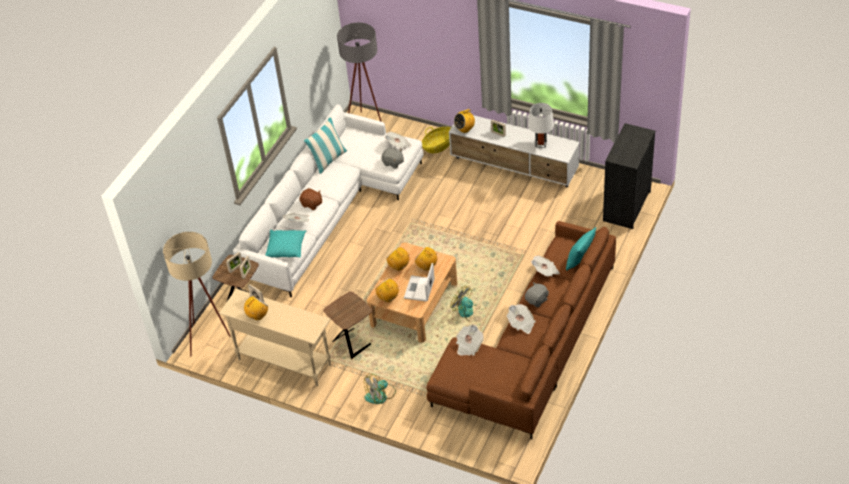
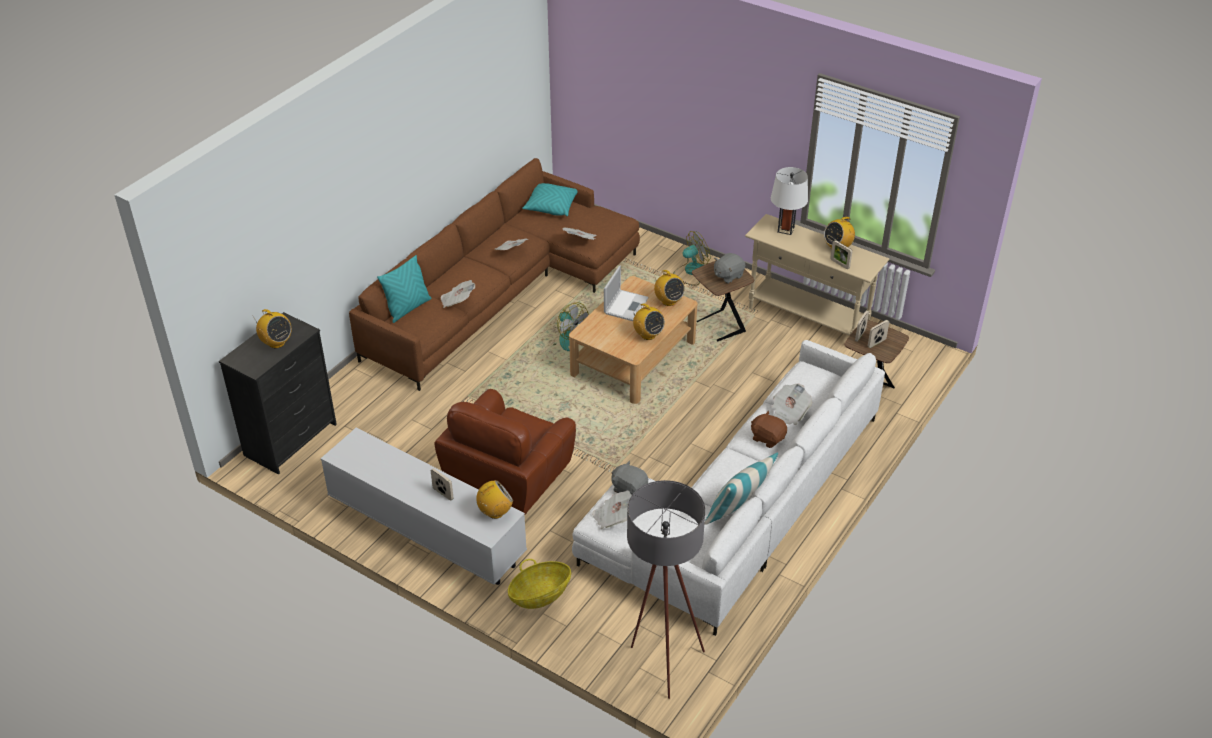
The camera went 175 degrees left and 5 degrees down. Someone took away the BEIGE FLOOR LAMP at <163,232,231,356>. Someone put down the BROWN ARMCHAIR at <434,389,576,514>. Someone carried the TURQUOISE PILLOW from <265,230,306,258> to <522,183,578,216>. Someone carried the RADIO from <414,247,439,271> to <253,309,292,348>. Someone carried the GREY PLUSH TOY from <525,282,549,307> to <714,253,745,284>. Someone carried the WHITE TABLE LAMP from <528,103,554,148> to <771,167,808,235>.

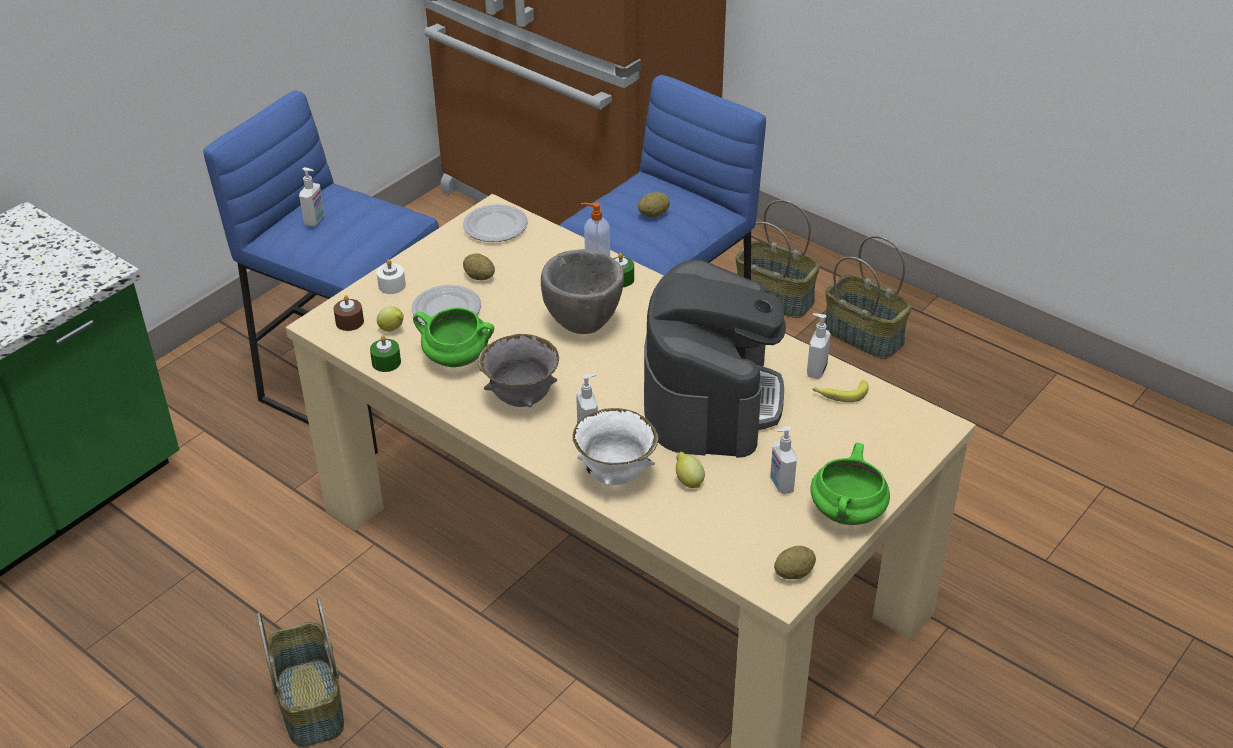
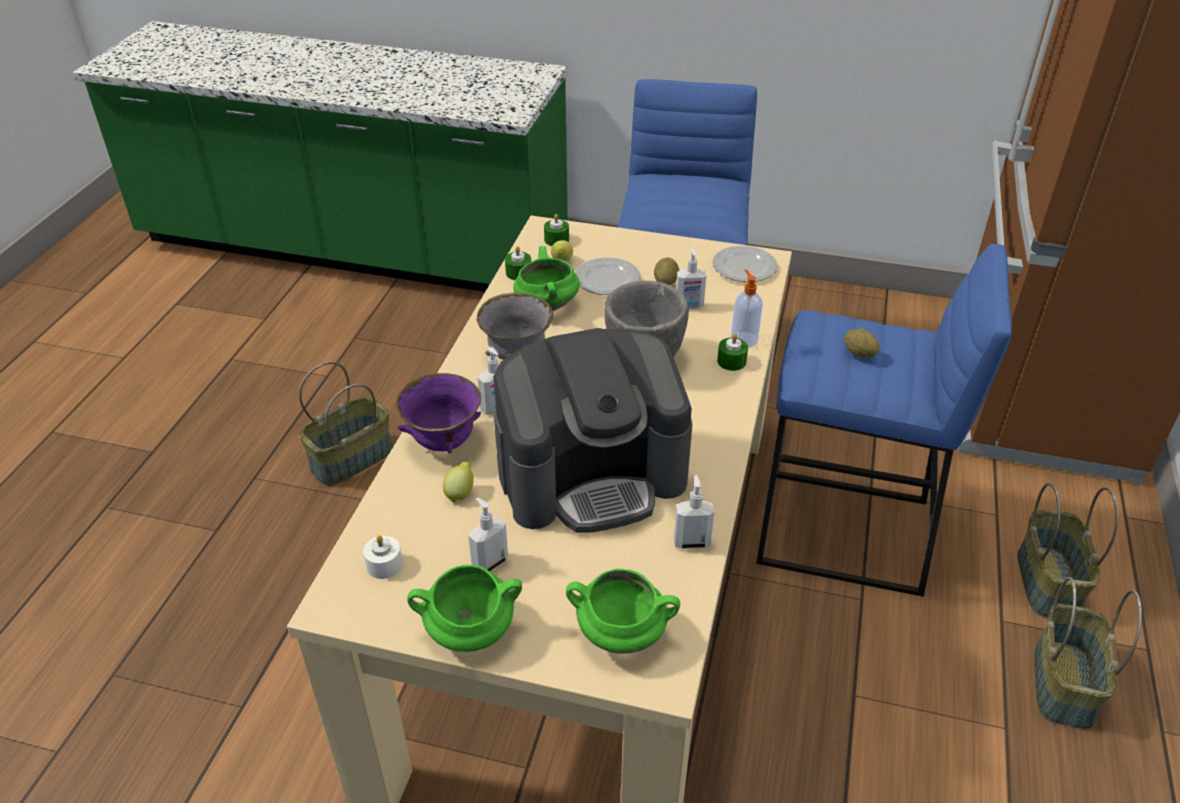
The camera went 65 degrees right and 0 degrees up. Someone took away the POTATO at <774,546,816,579>. Someone took away the BANANA at <812,380,869,402>. Someone put down the GREEN COOKING POT at <566,569,680,654>. Someone carried the SOAP DISPENSER from <299,167,324,227> to <676,248,706,309>. Someone carried the WHITE CANDLE from <377,259,406,294> to <363,535,403,579>. Someone repainted the BROWN CANDLE at <333,295,364,331>, which became the GREEN CANDLE at <544,214,569,246>. Someone repainted the WHITE BOWL at <573,408,659,486>, which became the PURPLE BOWL at <396,373,481,453>.

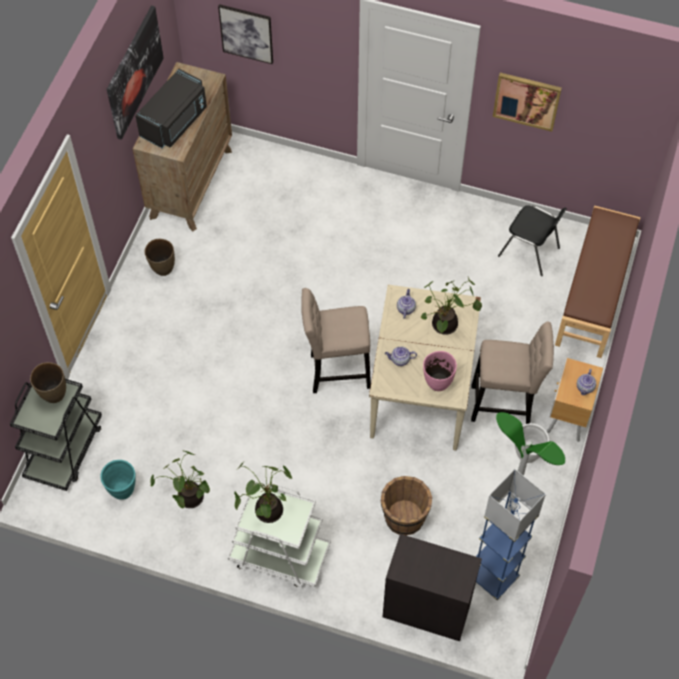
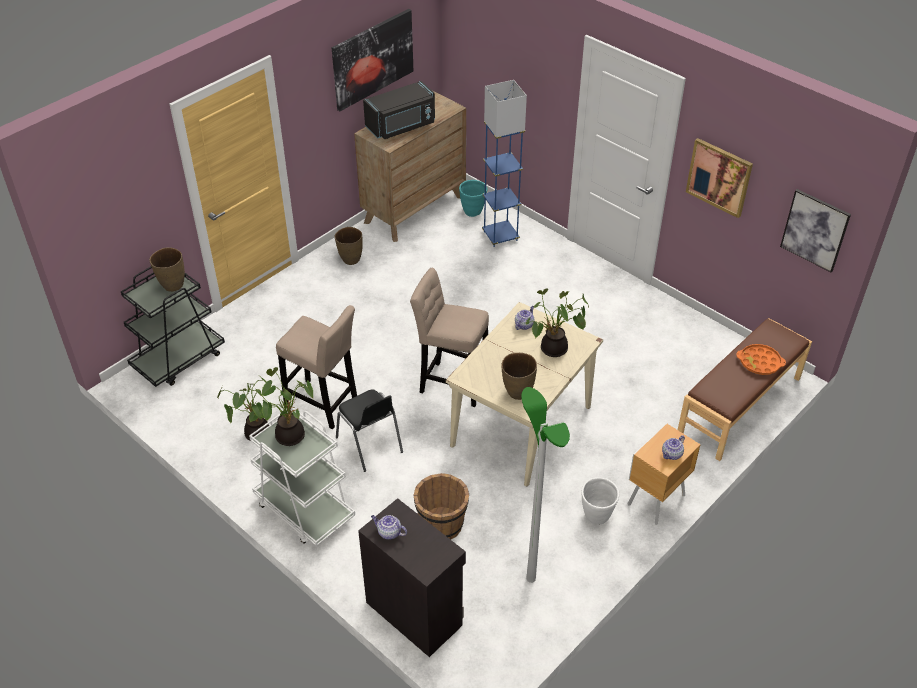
The camera went 25 degrees right and 15 degrees down. Someone put down the ORANGE TRAY at <736,344,786,375>. Someone carried the TURQUOISE PLANTER from <101,460,136,500> to <459,180,487,217>. Someone carried the PICTURE from <218,4,273,64> to <780,189,851,272>. Someone carried the TEAPOT from <385,346,417,366> to <371,515,407,540>. Someone carried the BEIGE STOOL from <471,322,554,424> to <276,305,357,429>. Someone carried the BLUE FLOOR LAMP from <476,469,546,600> to <482,80,527,247>. Someone carried the BLACK CHAIR from <498,205,567,276> to <336,389,403,472>. Someone repainted the PINK VASE at <423,351,457,391>, which became the BROWN VASE at <501,353,537,400>.

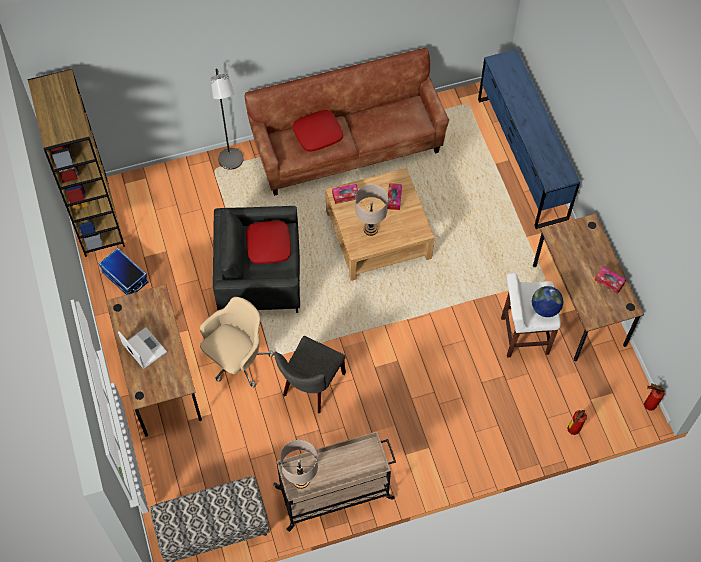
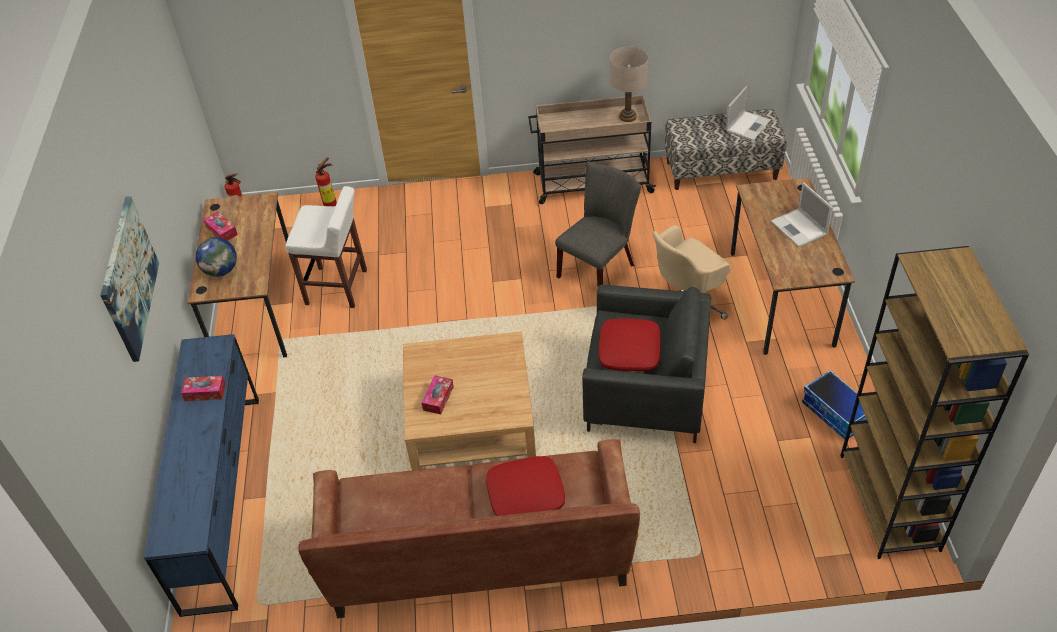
The camera went 165 degrees left and 15 degrees down. Someone took away the GREY FLOOR LAMP at <210,68,244,170>. Someone took away the BEIGE TABLE LAMP at <355,184,388,236>. Someone put up the PICTURE at <100,196,159,362>. Someone put down the LAPTOP at <725,86,771,141>. Someone carried the TISSUE BOX from <332,184,358,204> to <181,376,226,401>. Someone carried the GLOBE from <532,286,563,317> to <196,237,237,277>.

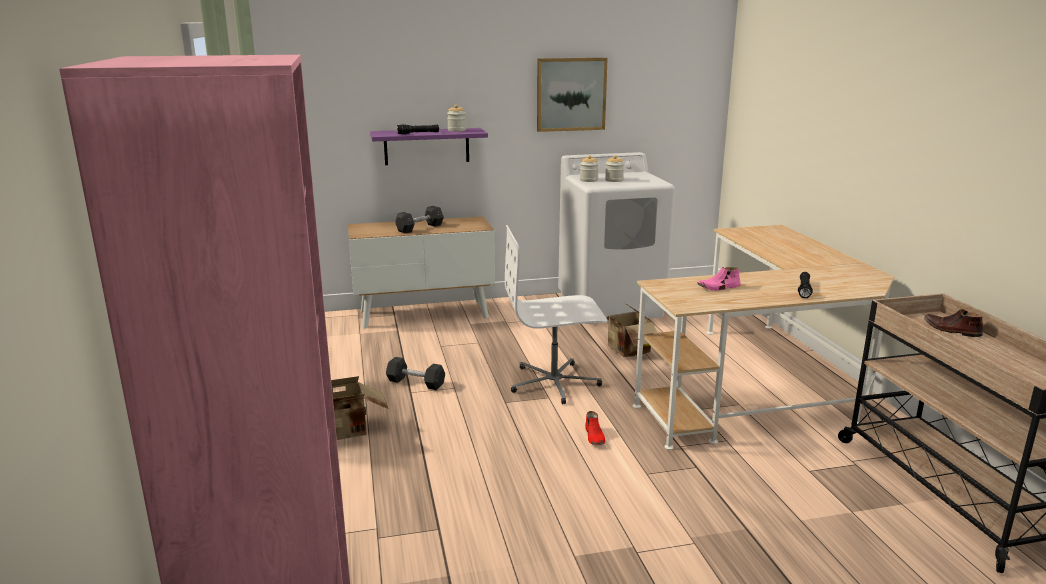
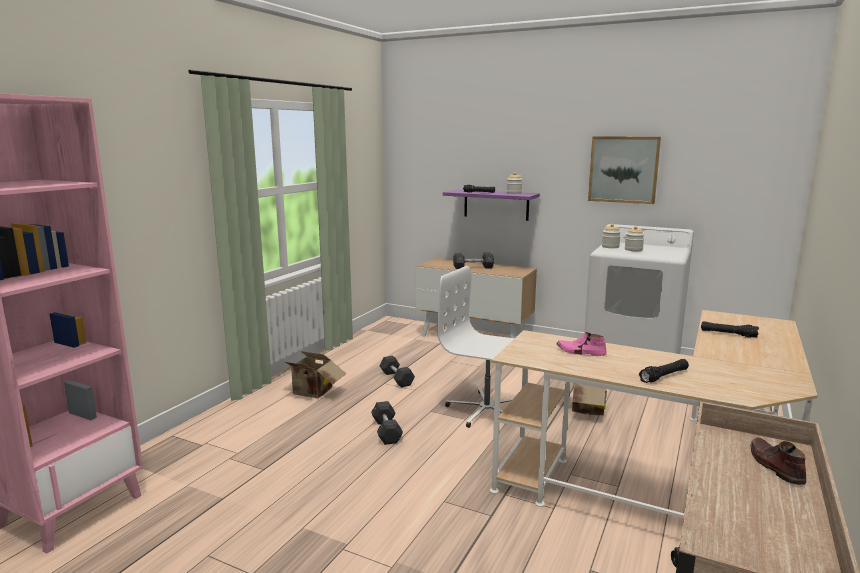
The camera went 40 degrees right and 5 degrees down. Someone took away the RED SHOE at <585,411,605,445>. Someone put down the GREY DUMBBELL at <371,401,403,445>. Someone put down the BLACK FLASHLIGHT at <701,321,759,338>.

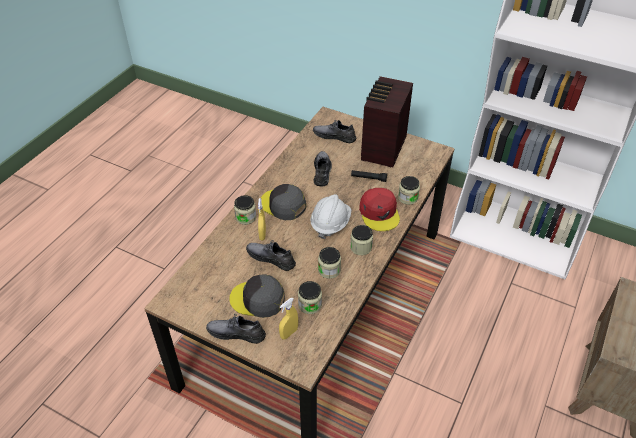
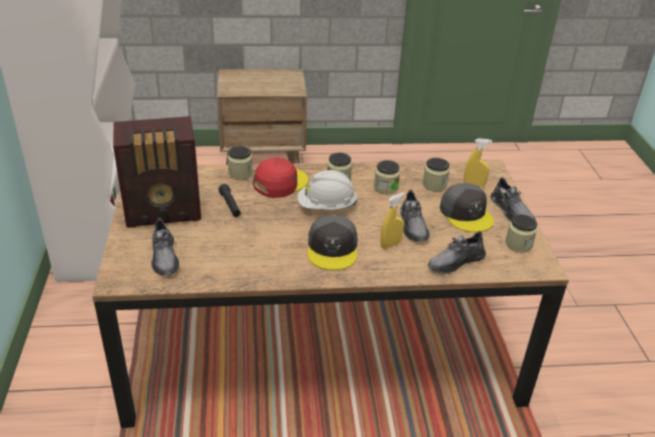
The camera went 125 degrees left and 10 degrees down. Someone carried the JAR from <234,195,256,225> to <505,214,537,253>. Someone carried the GREY SHOE from <314,151,332,186> to <428,231,486,273>.

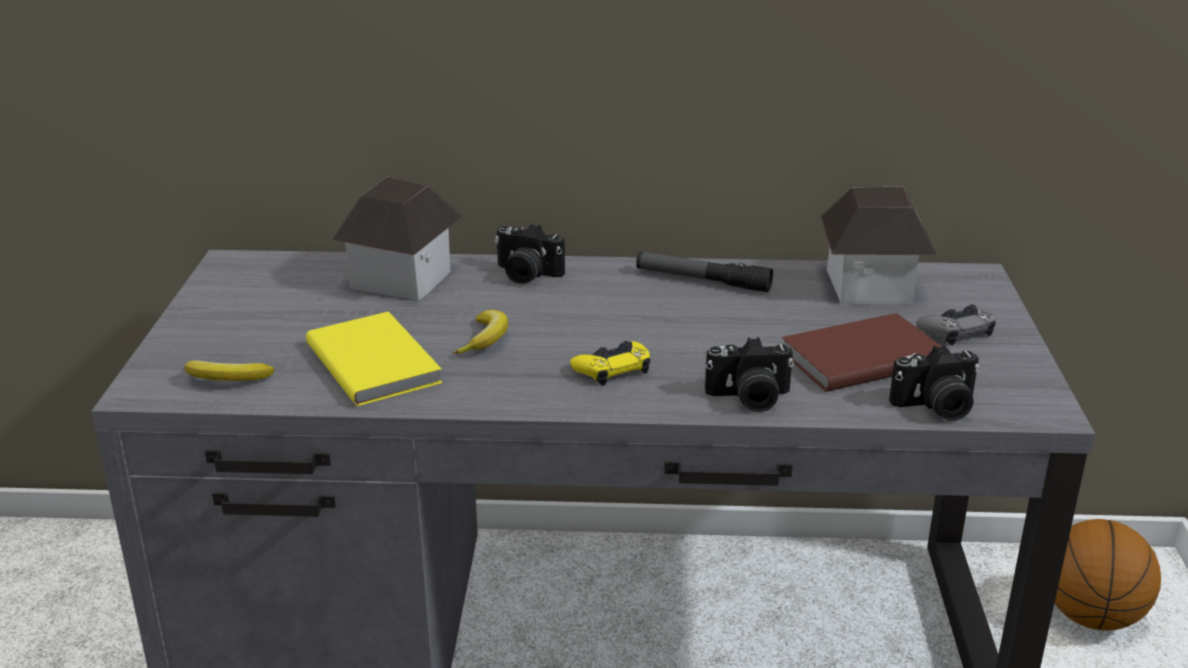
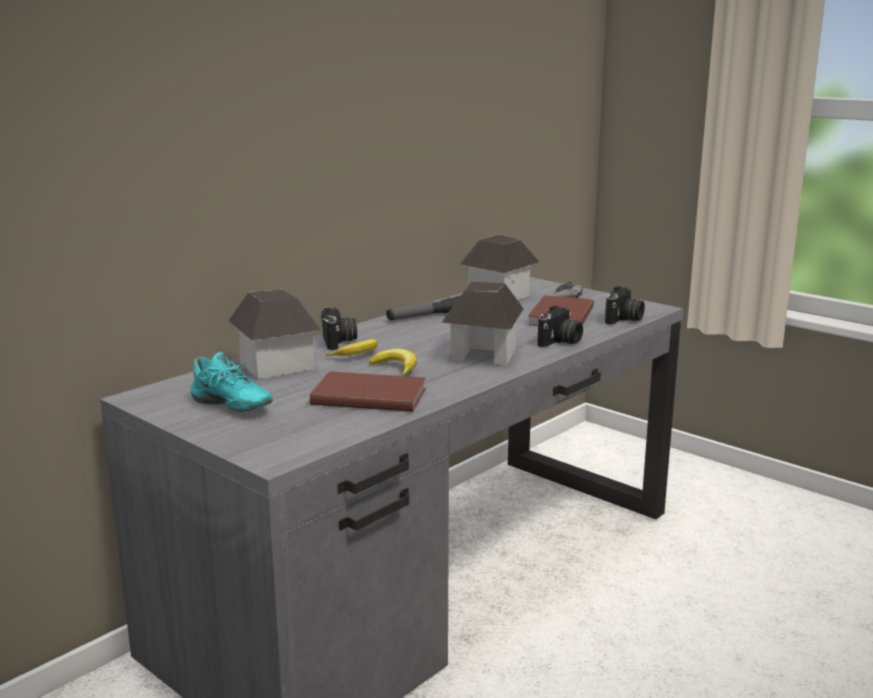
The camera went 50 degrees left and 10 degrees down. Someone took away the BASKETBALL at <1055,519,1161,631>. Someone put down the TURQUOISE SHOE at <190,351,273,412>. Someone carried the BANANA from <185,361,274,381> to <326,339,378,356>. Someone swapped the YELLOW GAME CONTROLLER at <570,341,650,386> for the TOY HOUSE at <442,282,524,366>. Someone repainted the YELLOW BOOK at <306,311,443,406>, which became the BROWN BOOK at <310,371,426,412>. Someone rotated the PHOTO CAMERA at <495,224,565,284> by 75 degrees counterclockwise.

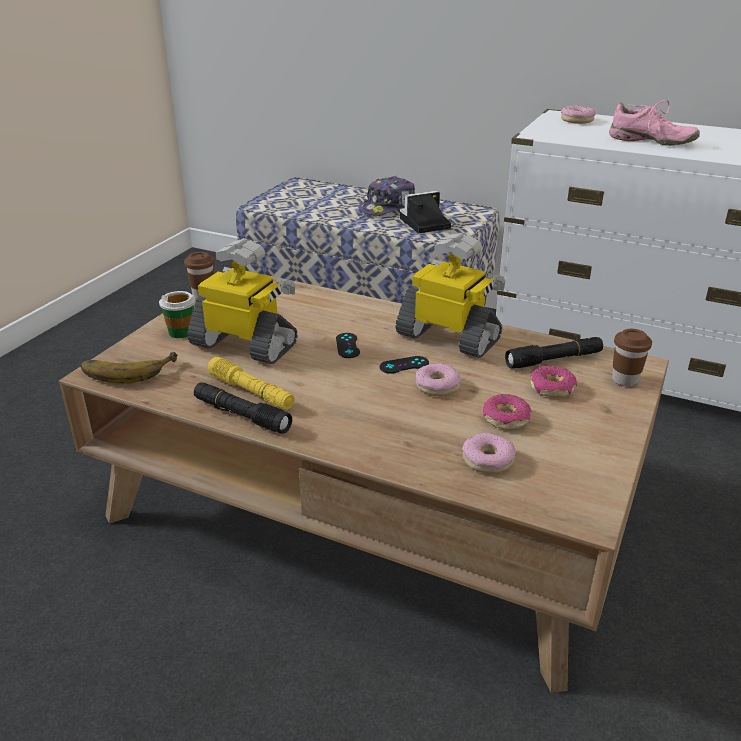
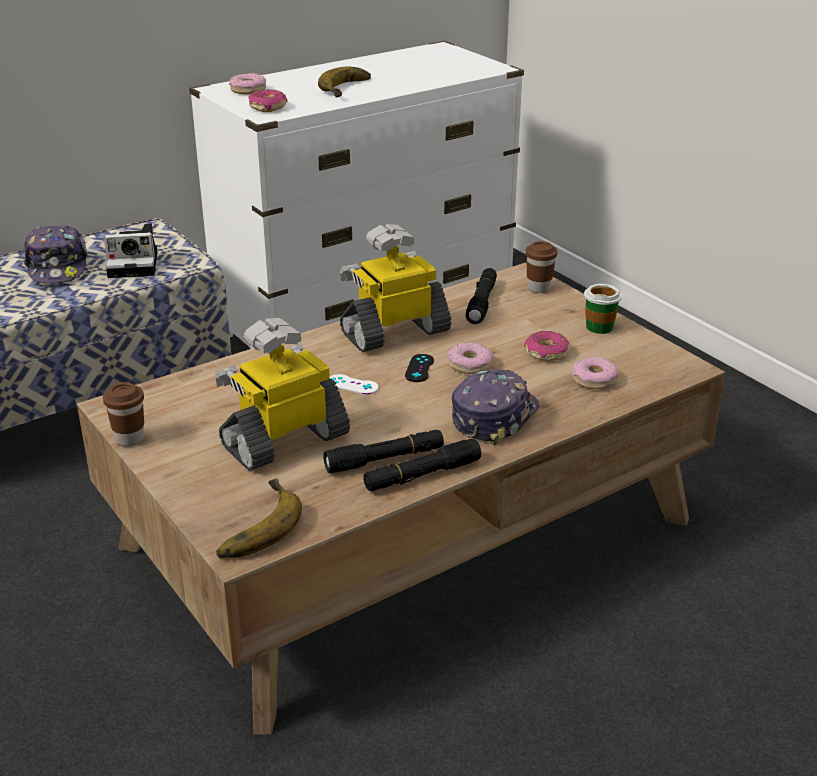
The camera went 60 degrees left and 0 degrees up. Someone put down the CAP at <452,369,539,445>. Someone carried the CUP from <159,291,196,338> to <584,284,622,334>. Someone carried the DONUT from <530,365,577,398> to <248,89,288,112>. Someone swapped the PINK SHOE at <609,100,700,146> for the BANANA at <318,67,371,98>. Someone repainted the YELLOW FLASHLIGHT at <207,357,295,410>, which became the BLACK FLASHLIGHT at <323,430,444,473>. Someone repainted the BLACK GAME CONTROLLER at <336,333,360,358>, which became the WHITE GAME CONTROLLER at <330,374,379,395>. Someone rotated the PHOTO CAMERA at <400,191,451,233> by 105 degrees counterclockwise.

